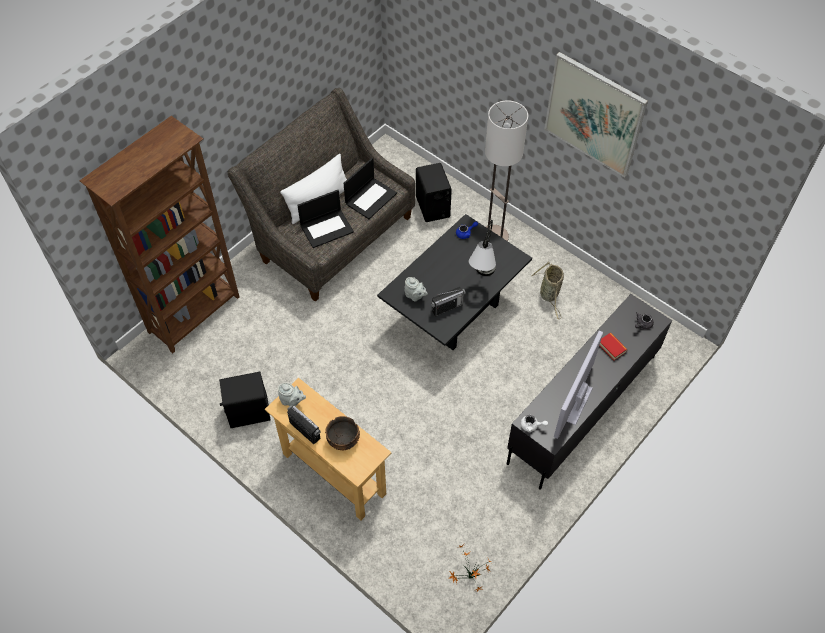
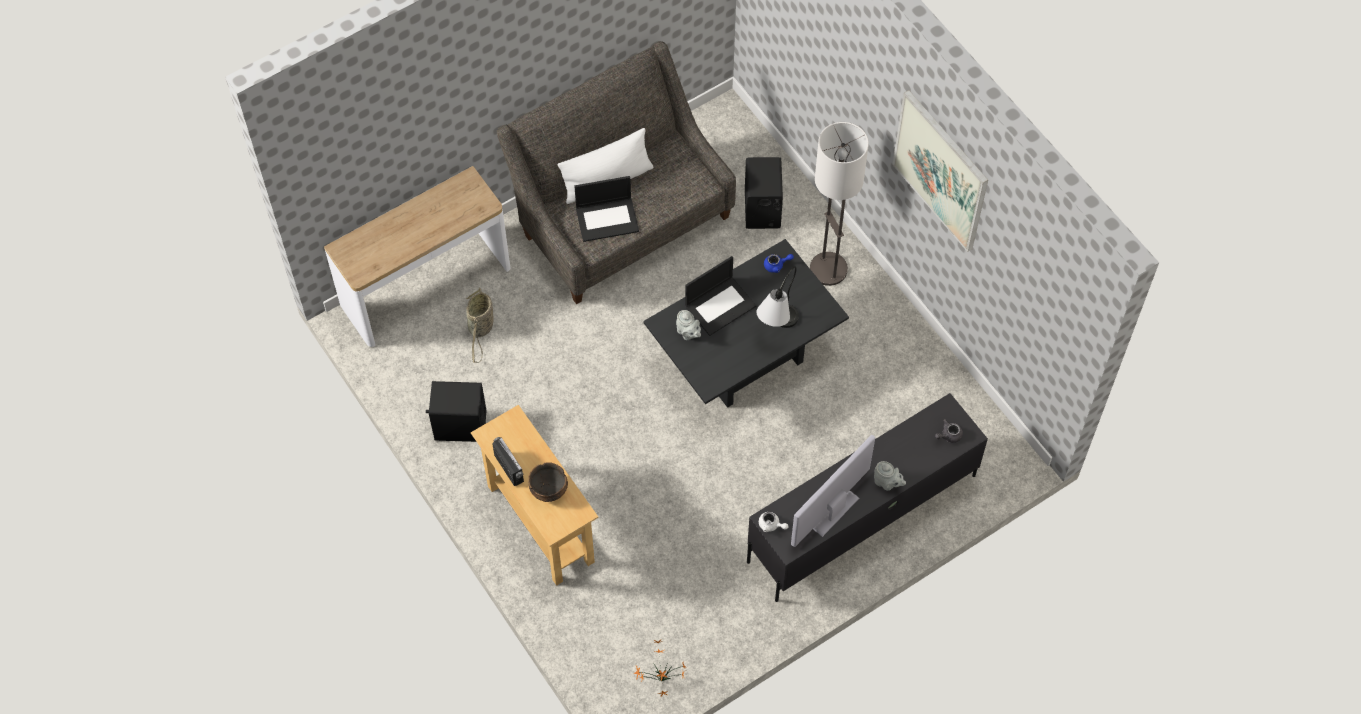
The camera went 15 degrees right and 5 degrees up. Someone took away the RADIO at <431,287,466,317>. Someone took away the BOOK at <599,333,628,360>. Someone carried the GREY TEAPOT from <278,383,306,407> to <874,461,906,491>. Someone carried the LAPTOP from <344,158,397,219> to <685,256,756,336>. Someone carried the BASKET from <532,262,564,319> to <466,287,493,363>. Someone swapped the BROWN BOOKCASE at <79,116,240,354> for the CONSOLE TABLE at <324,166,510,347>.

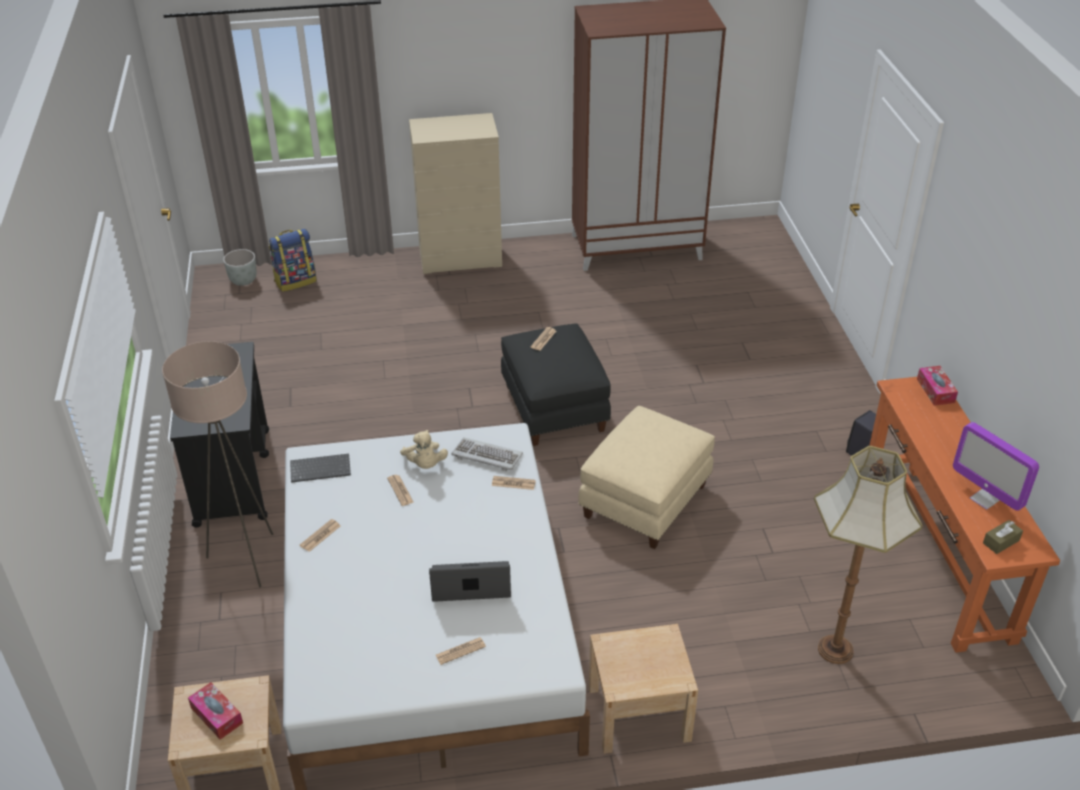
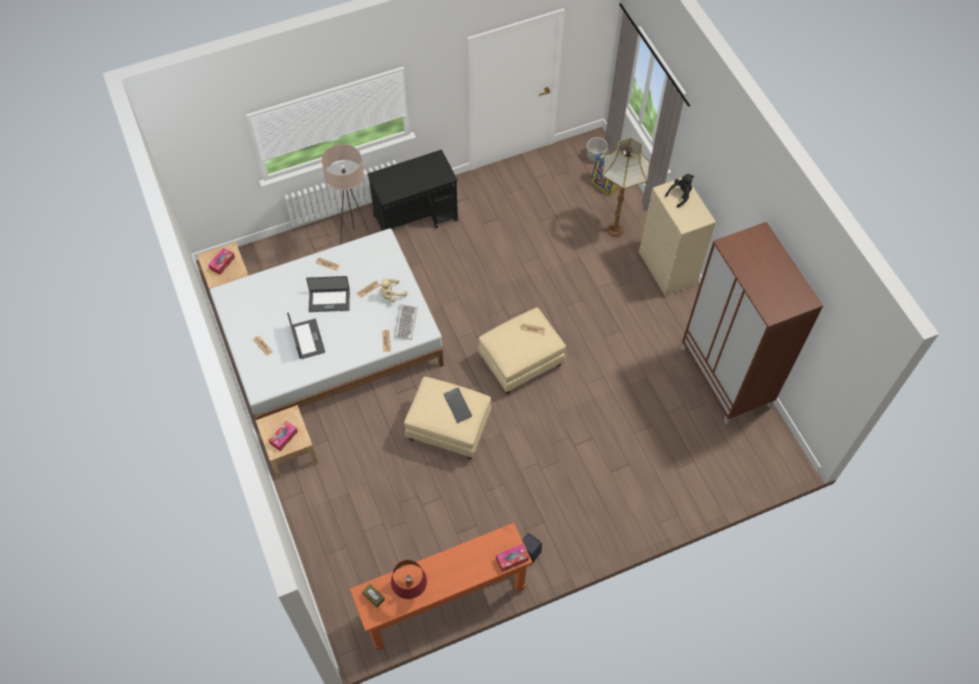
The camera went 75 degrees right and 20 degrees up. Someone put down the TISSUE BOX at <269,421,298,451>. Someone put down the LAPTOP at <306,276,350,312>. Someone put down the BLACK PLUSH TOY at <665,174,694,208>. Someone carried the KEYBOARD from <290,454,351,483> to <444,388,472,423>. Someone carried the FLOOR LAMP from <814,446,923,664> to <602,138,650,237>. Someone swapped the MONITOR at <953,422,1039,511> for the RED TABLE LAMP at <391,560,427,599>. Someone repainted the BLACK OTTOMAN at <501,323,611,446>, which became the BEIGE OTTOMAN at <478,307,566,394>.

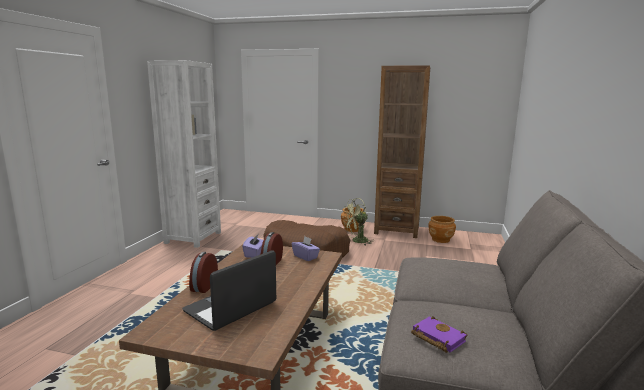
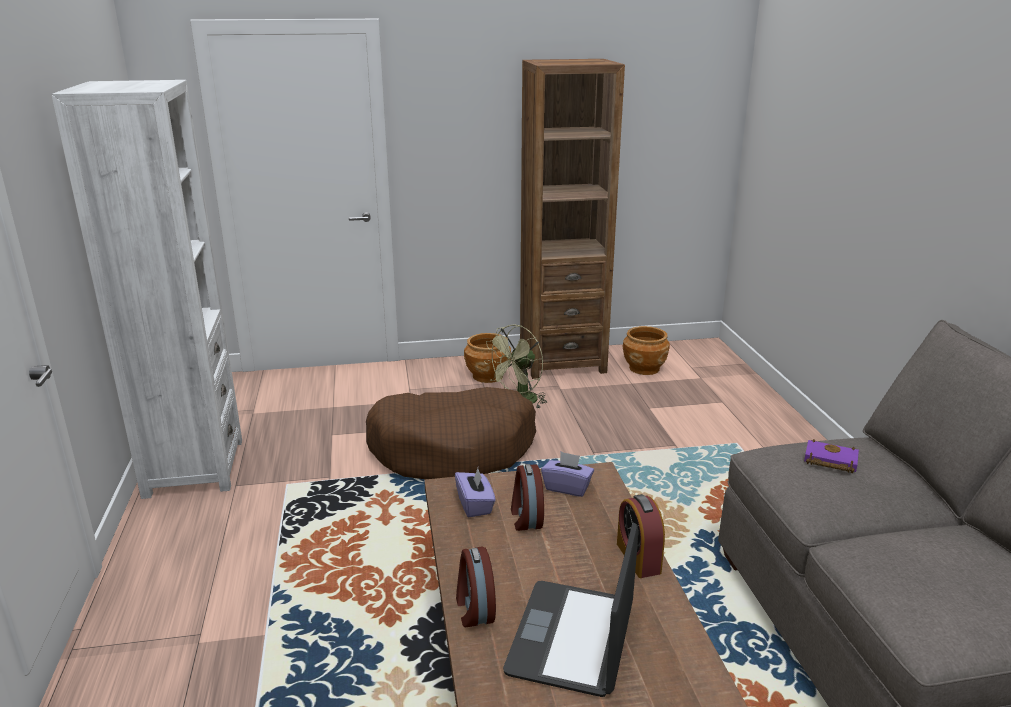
The camera went 25 degrees left and 10 degrees up. Someone put down the ALARM CLOCK at <617,494,665,578>. Someone carried the PURPLE BOOK from <411,316,467,353> to <804,439,859,473>.

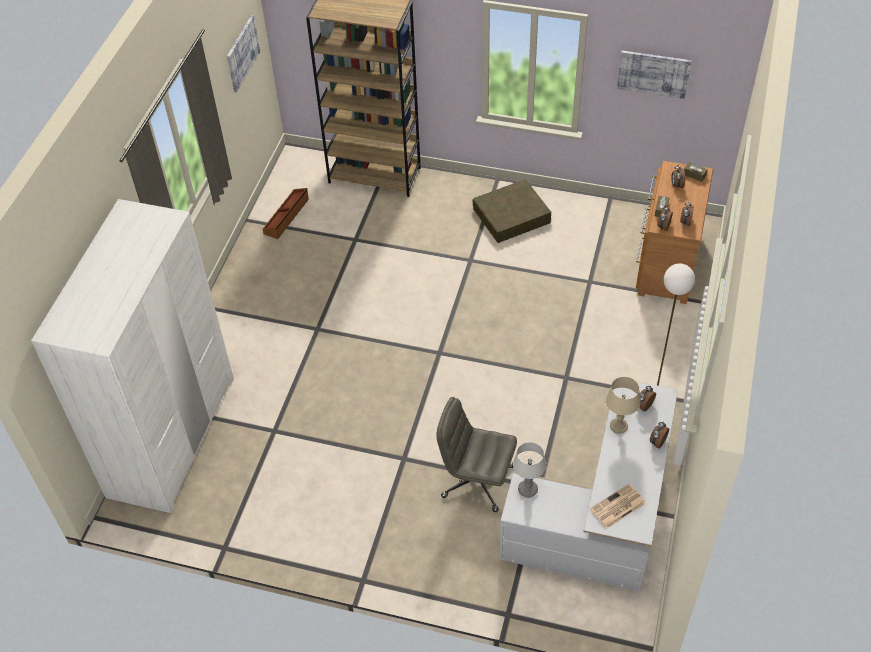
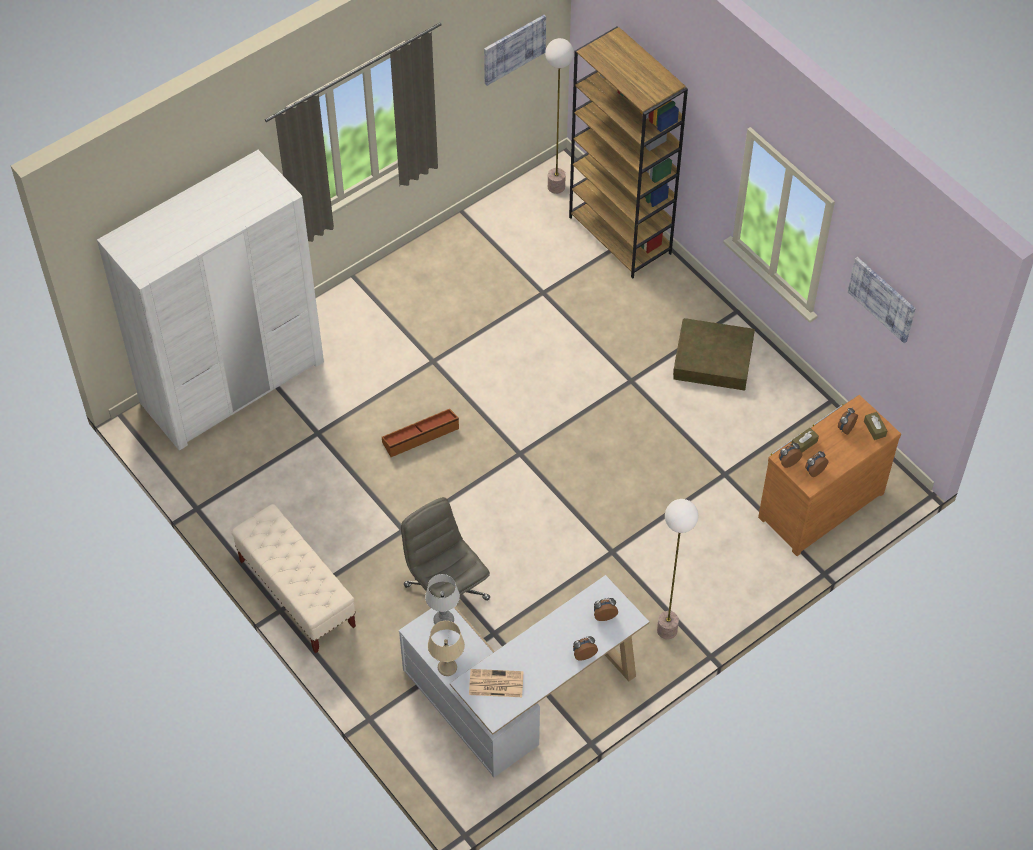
The camera went 35 degrees right and 5 degrees up. Someone put down the BEIGE BENCH at <231,504,356,654>. Someone put down the FLOOR LAMP at <545,38,574,194>. Someone carried the BROWN STORAGE BOX from <263,188,309,239> to <382,409,459,457>. Someone carried the BEIGE TABLE LAMP from <606,377,640,434> to <428,621,465,676>.

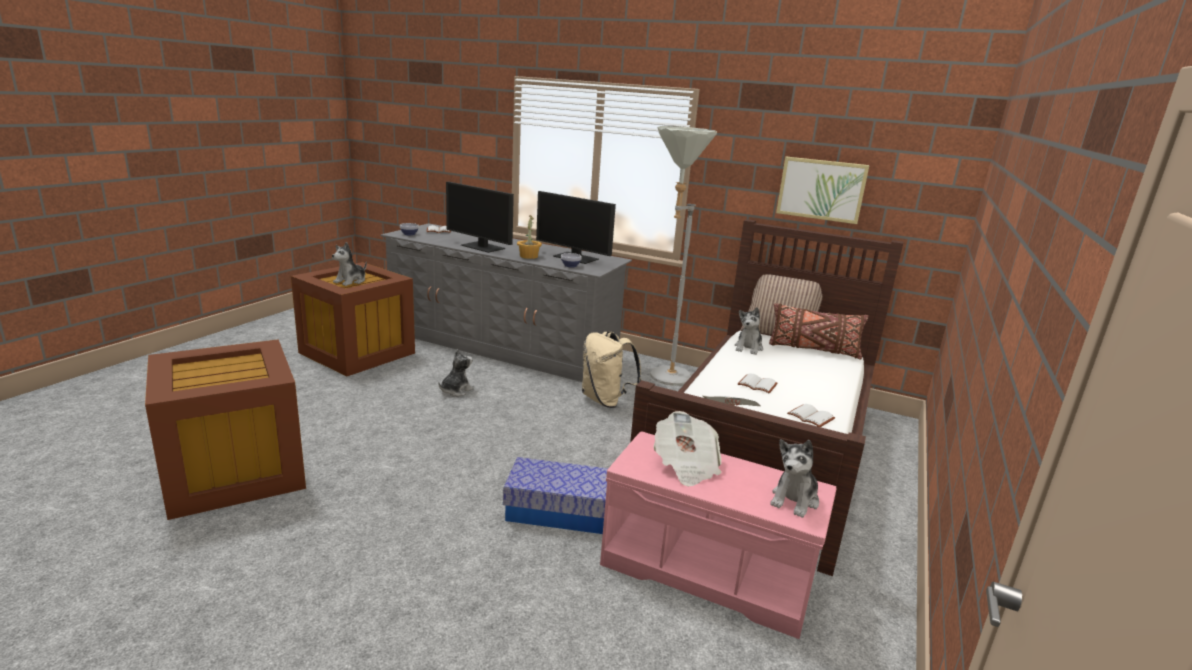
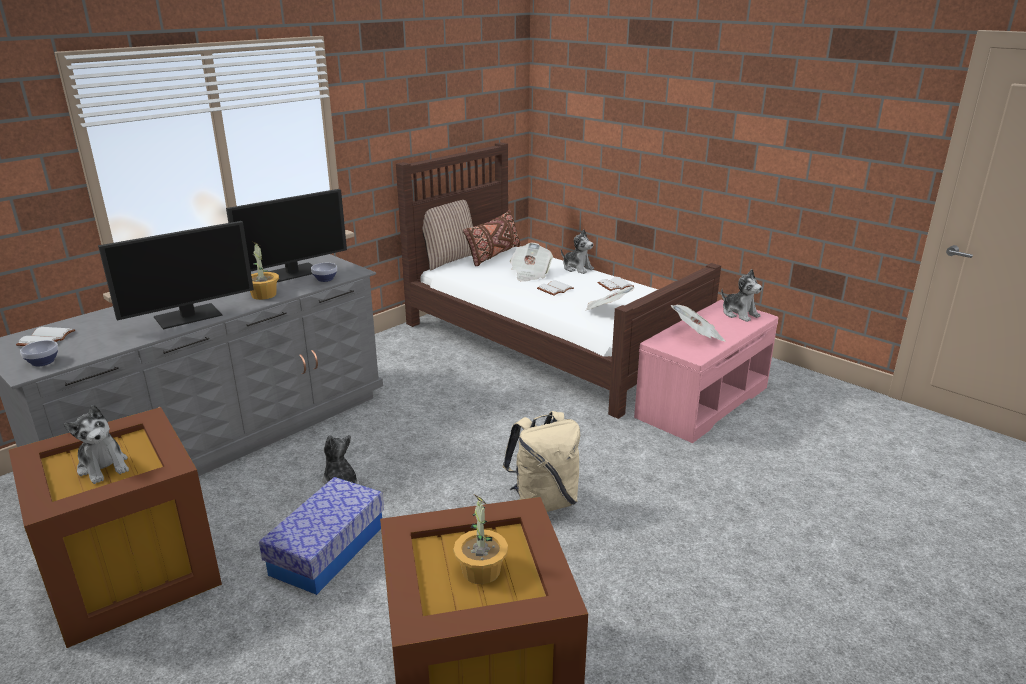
The camera went 70 degrees left and 5 degrees up. Someone took away the GREY FLOOR LAMP at <650,126,717,386>. Someone took away the PICTURE at <776,157,870,224>. Someone put down the POTTED PLANT at <454,495,508,584>. Someone put down the NEWSPAPER at <510,243,553,282>. Someone carried the STORAGE BOX from <503,457,609,534> to <259,477,384,595>. Someone carried the BEIGE BACKPACK from <582,331,641,408> to <503,411,580,512>. Someone carried the PLUSH TOY from <735,307,763,355> to <561,229,594,274>.

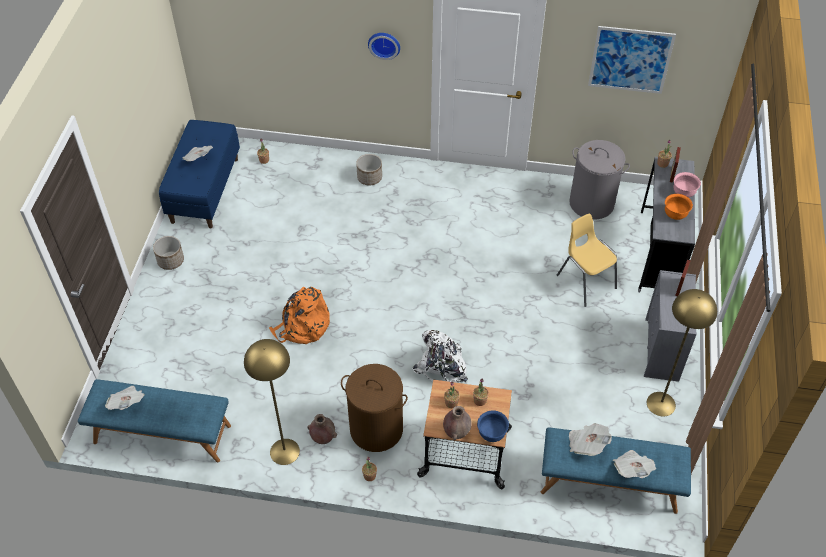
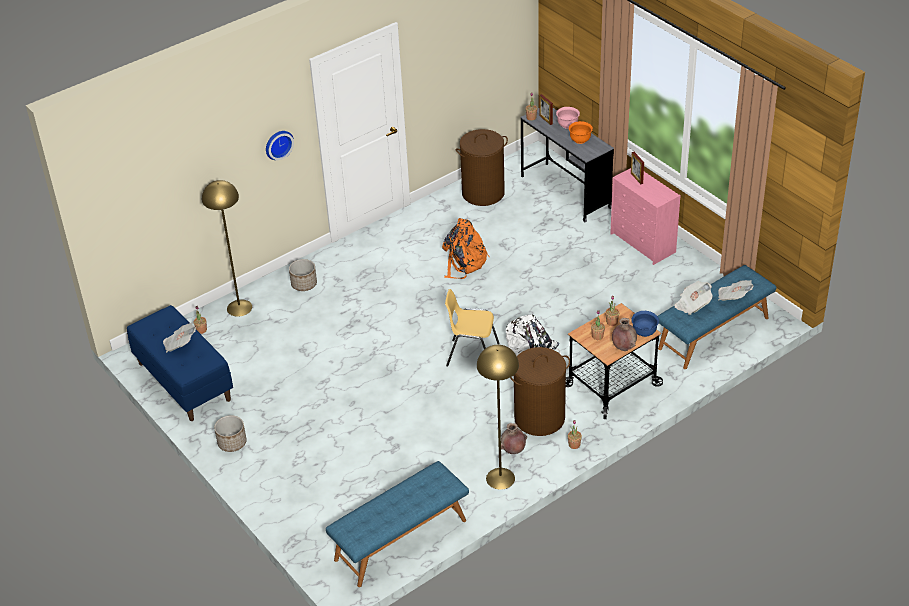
The camera went 45 degrees left and 10 degrees down. Someone took away the NEWSPAPER at <105,386,145,410>. Someone took away the PICTURE at <588,26,676,94>. Someone carried the ORANGE BACKPACK from <269,287,330,344> to <442,218,490,279>. Someone carried the YELLOW CHAIR from <556,214,617,307> to <445,289,499,367>. Someone carried the YELLOW FLOOR LAMP from <647,289,717,417> to <202,180,252,317>. Someone repainted the GREY LAUNDRY BASKET at <570,140,630,220>, which became the BROWN LAUNDRY BASKET at <456,129,508,206>. Someone repainted the GREY DRESSER at <644,270,697,382>, which became the PINK DRESSER at <610,168,681,265>.

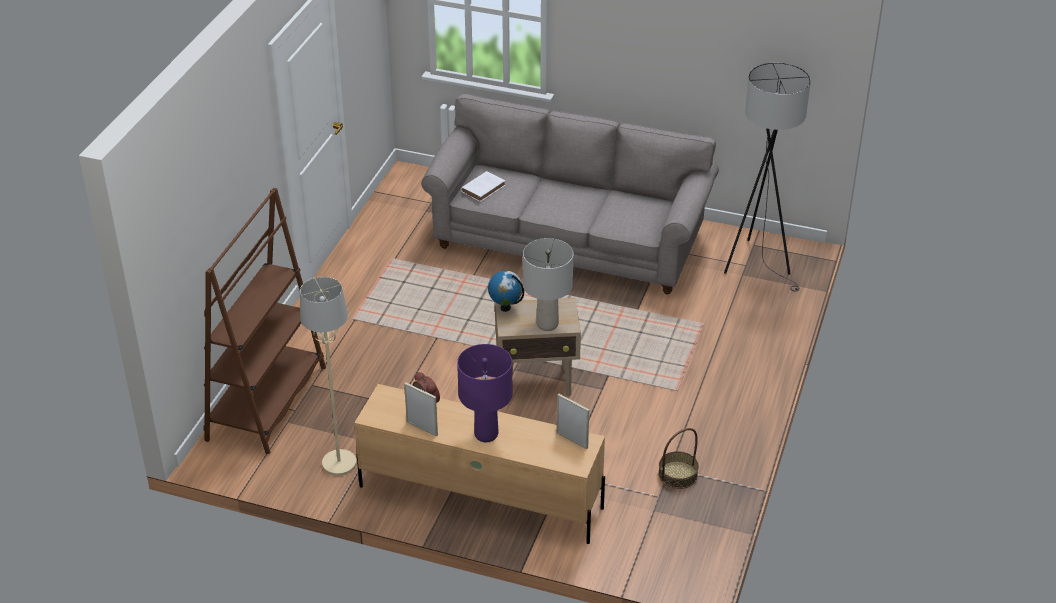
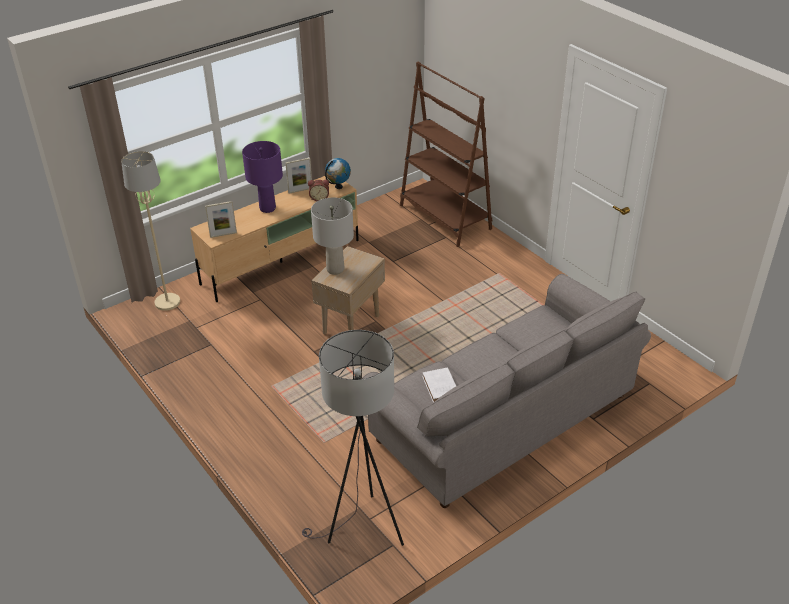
The camera went 125 degrees right and 0 degrees up. Someone took away the BASKET at <658,428,699,489>. Someone carried the BEIGE FLOOR LAMP from <300,276,356,476> to <121,151,180,311>. Someone carried the WHITE BOOK from <461,171,506,202> to <423,368,456,403>. Someone carried the GLOBE from <488,271,524,312> to <325,158,351,189>.

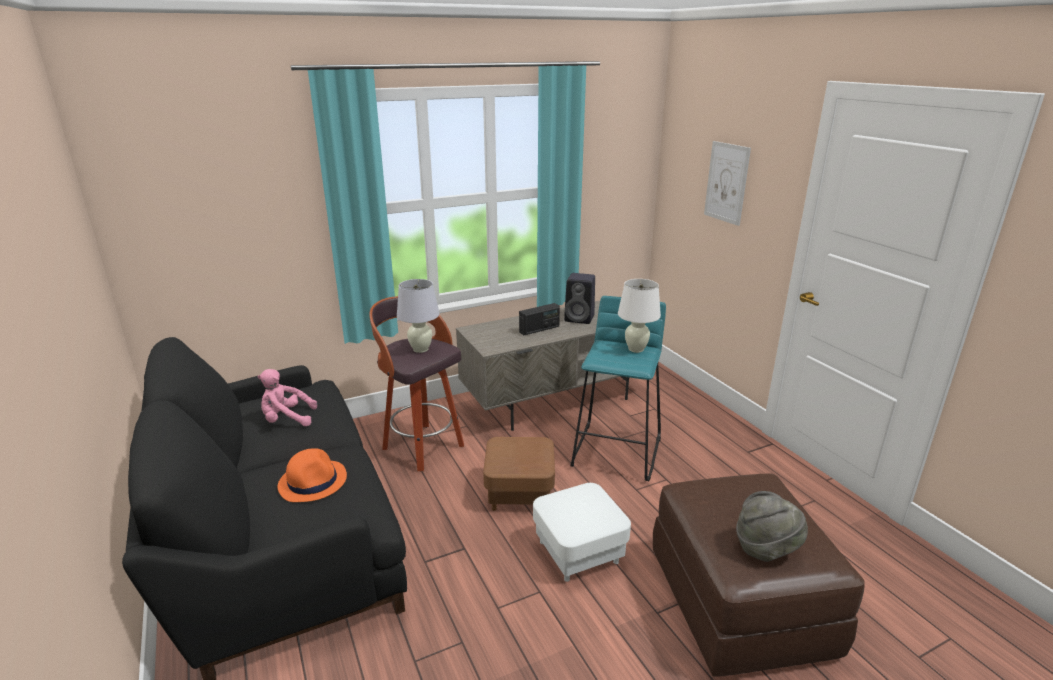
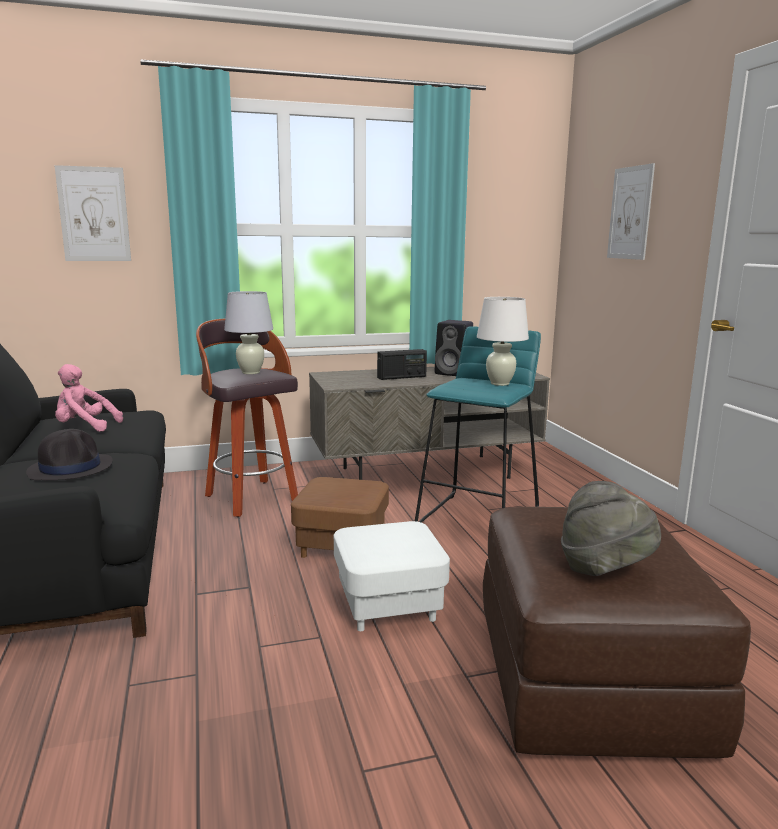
The camera went 10 degrees right and 10 degrees down. Someone put up the PICTURE at <54,165,131,261>. Someone repainted the ORANGE HAT at <278,448,347,502>, which became the BLACK HAT at <26,429,113,480>.

